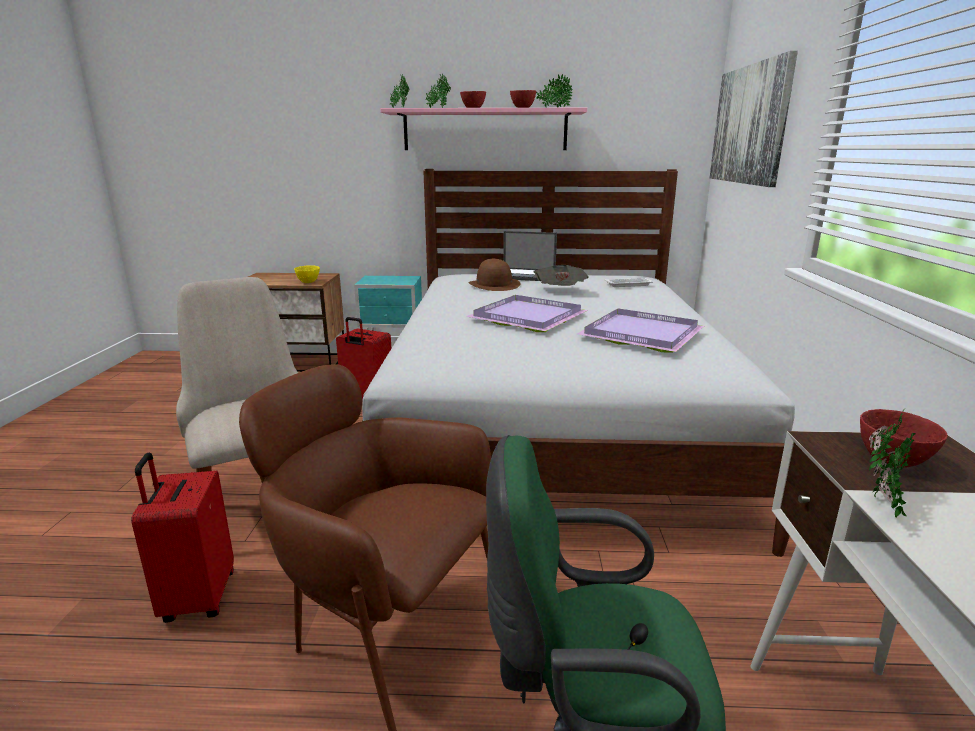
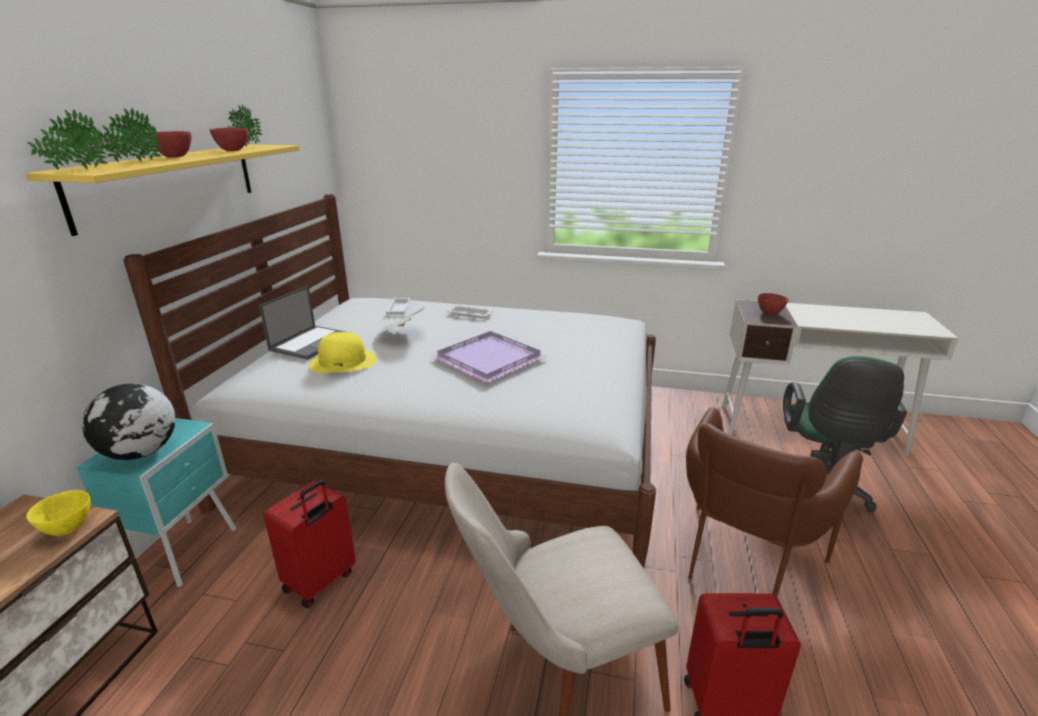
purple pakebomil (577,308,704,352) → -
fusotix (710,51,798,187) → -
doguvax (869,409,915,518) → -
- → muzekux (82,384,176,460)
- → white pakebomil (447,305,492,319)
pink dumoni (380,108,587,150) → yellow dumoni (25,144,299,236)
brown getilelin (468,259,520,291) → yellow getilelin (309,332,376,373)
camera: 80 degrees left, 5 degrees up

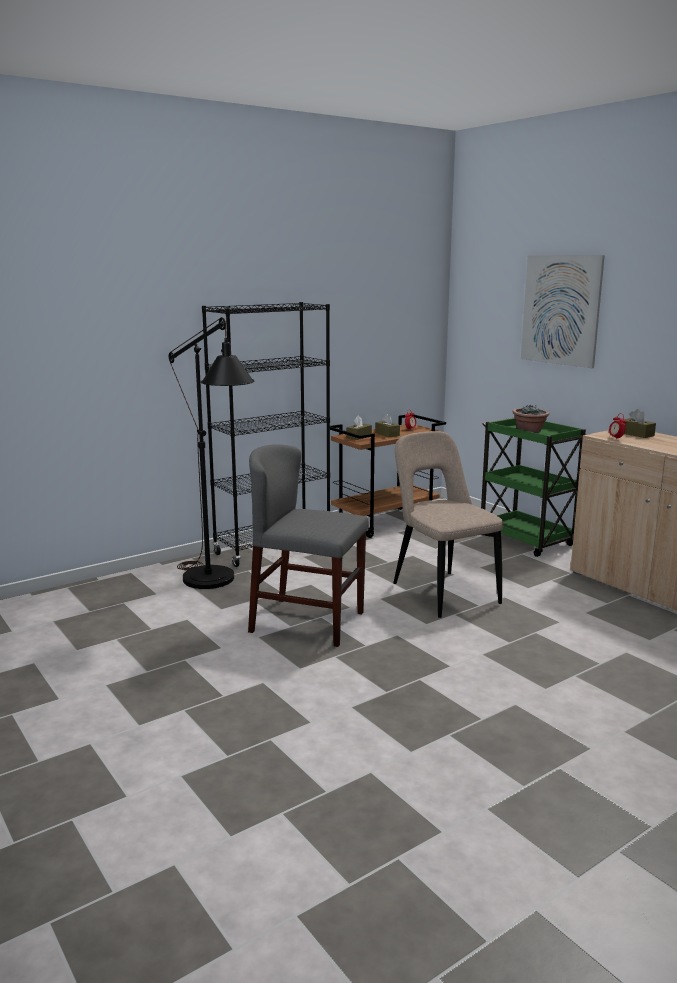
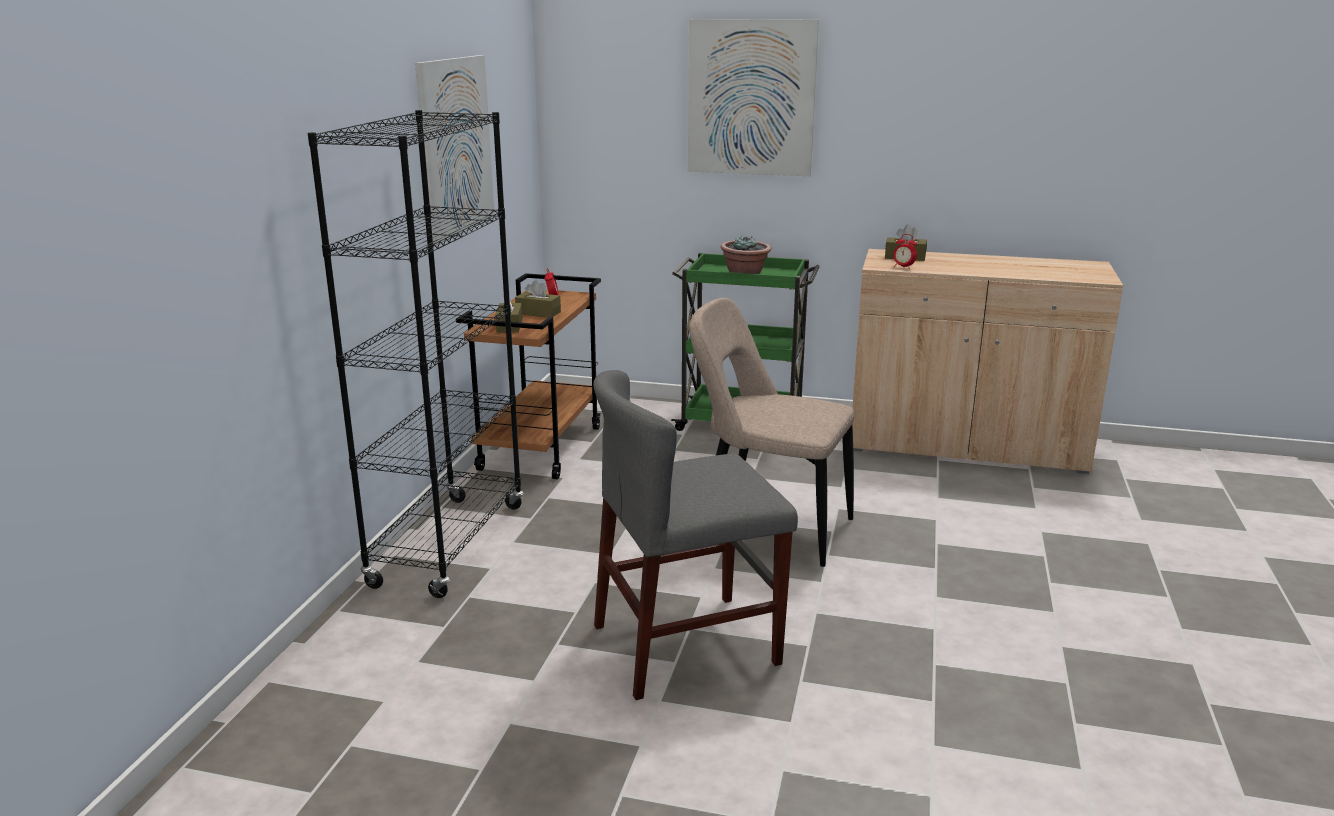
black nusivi (169,317,254,589) → -
- → fusotix (415,55,495,245)
camera: 40 degrees left, 5 degrees up

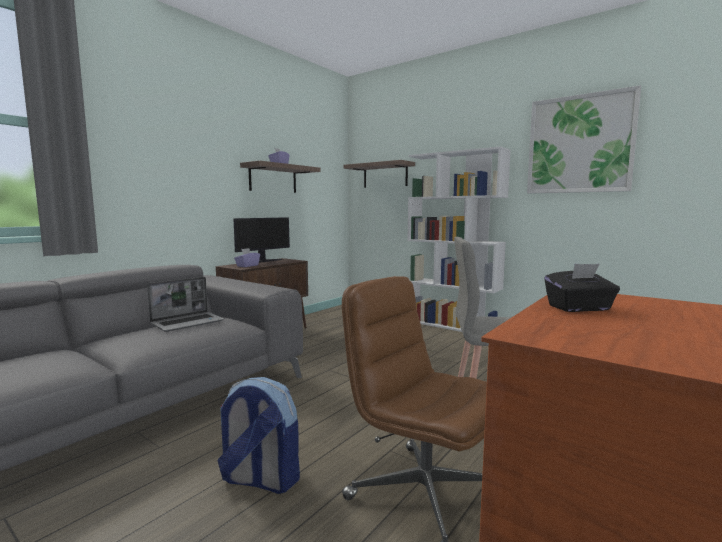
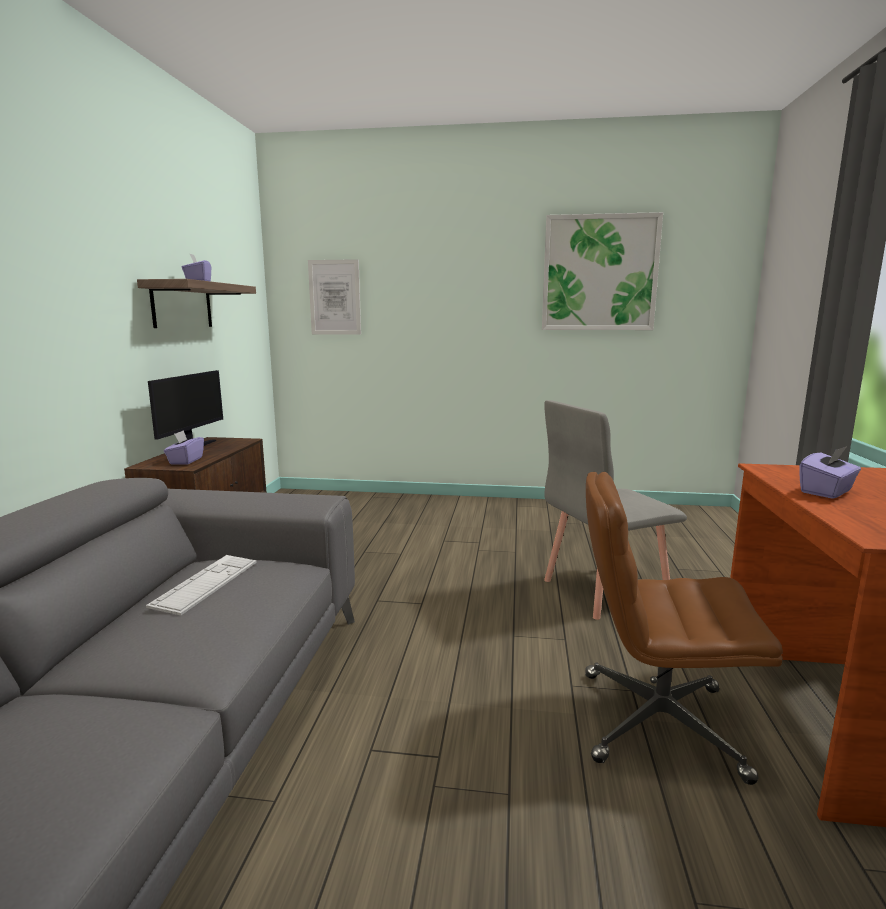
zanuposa (218,377,300,494) → -
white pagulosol (407,146,511,332) → -
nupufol (147,277,224,332) → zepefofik (146,555,257,615)
dumoni (343,160,415,188) → fusotix (308,259,361,335)
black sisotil (544,264,620,312) → purple sisotil (800,446,861,499)
camera: 30 degrees left, 5 degrees up

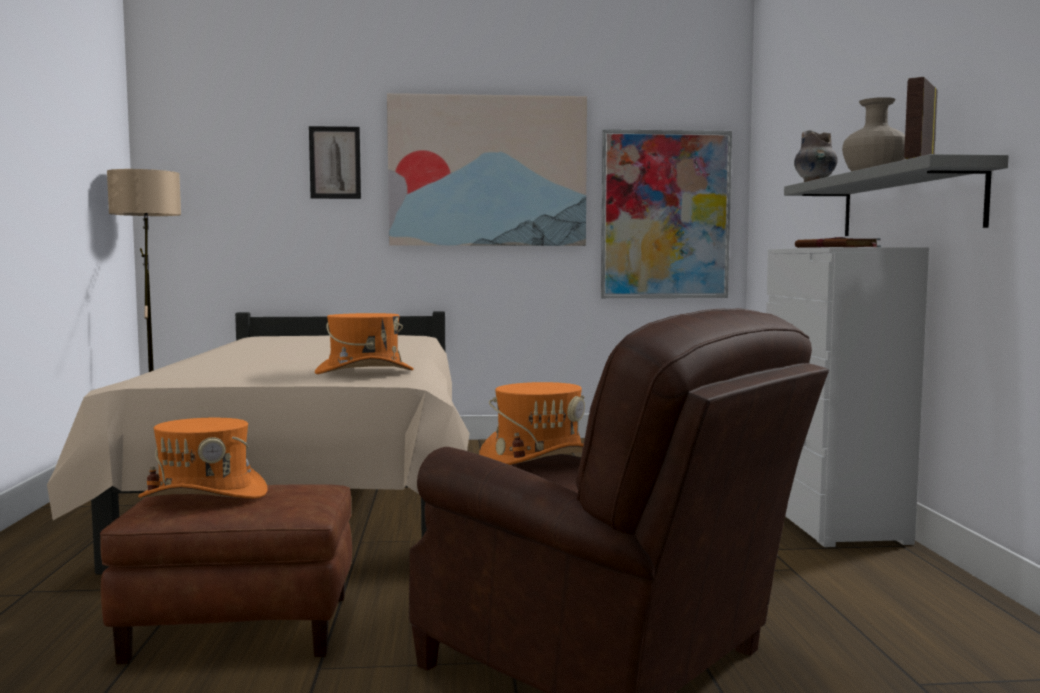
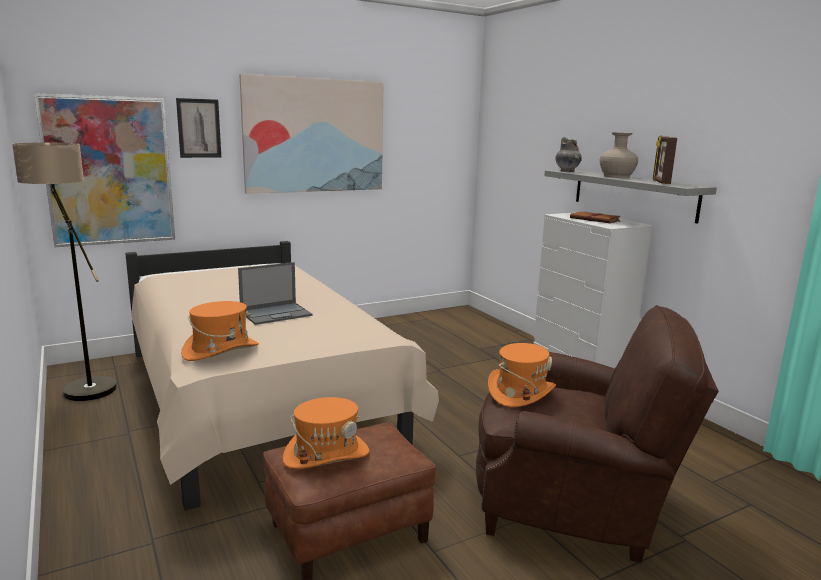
- → nupufol (238,262,312,325)
orange getilelin (315,313,413,374) → orange getilelin (181,301,259,361), move
fusotix (601,129,732,298) → fusotix (34,93,175,248), move
camera: 25 degrees left, 10 degrees up

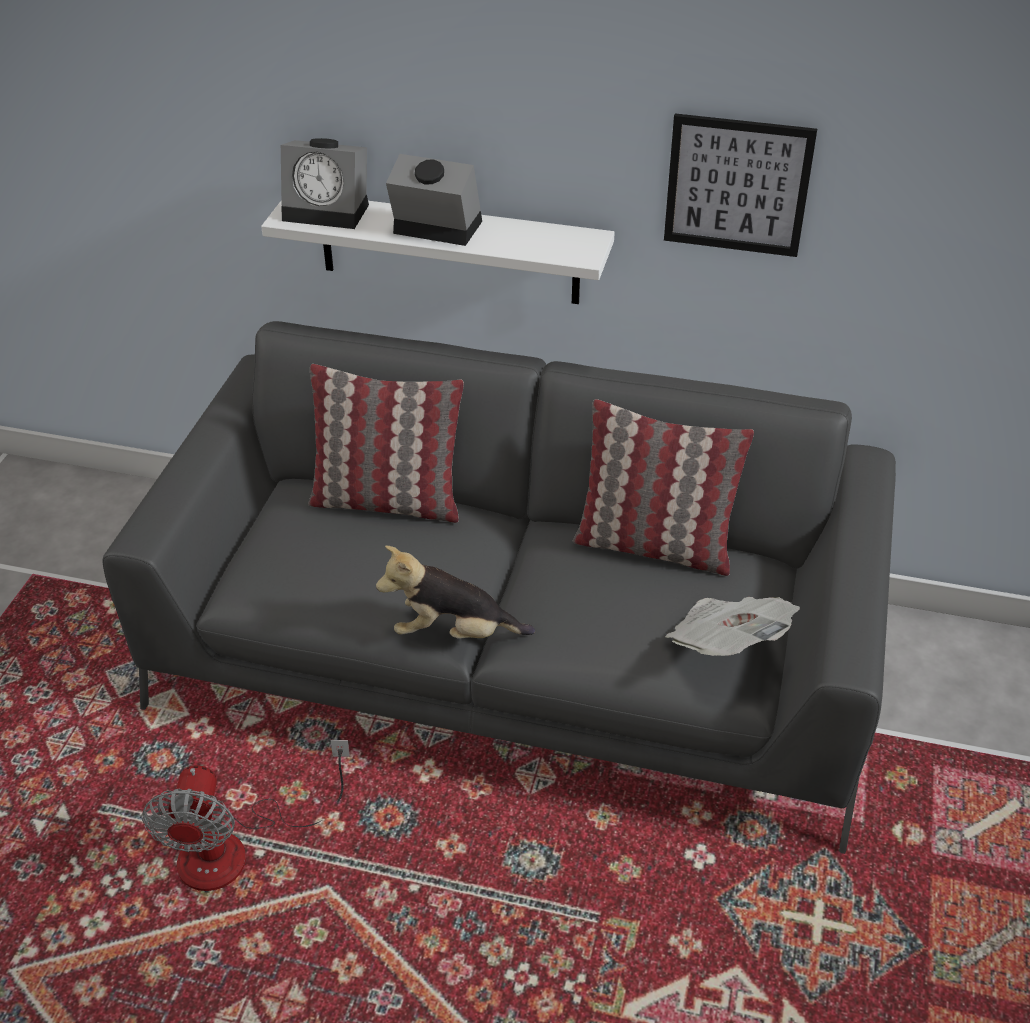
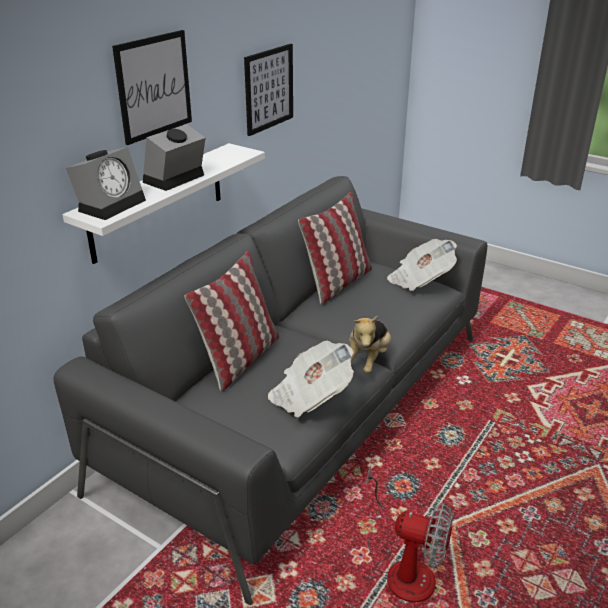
- → fusotix (112,30,192,145)
- → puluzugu (268,341,354,417)
camera: 70 degrees left, 10 degrees down

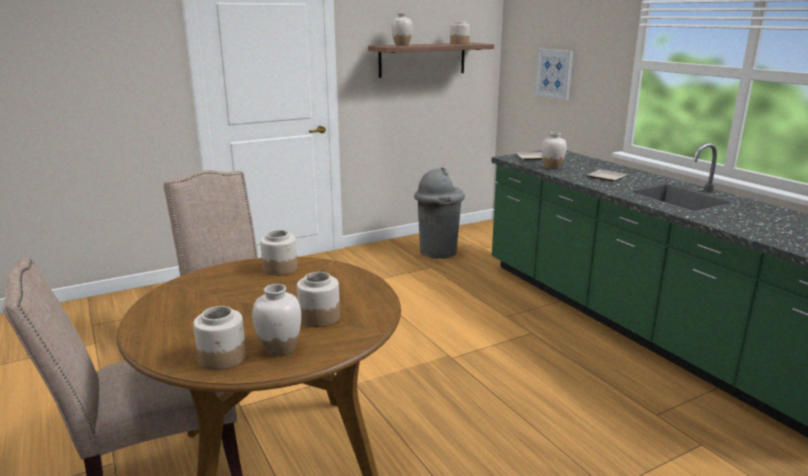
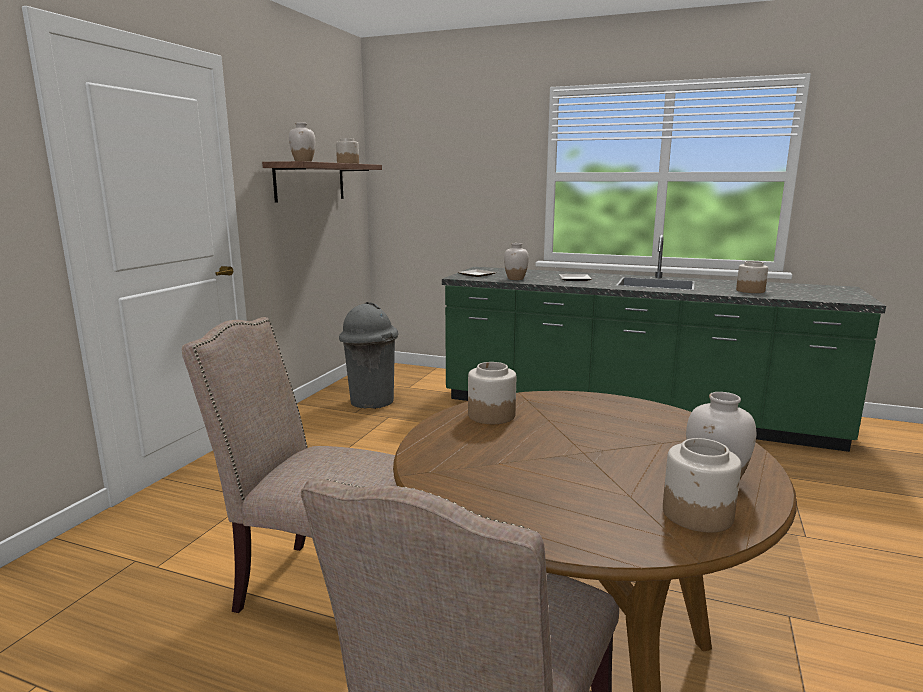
fusotix (535,49,573,100) → -
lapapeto (297,272,340,327) → lapapeto (736,261,768,293), move
camera: 40 degrees left, 5 degrees down

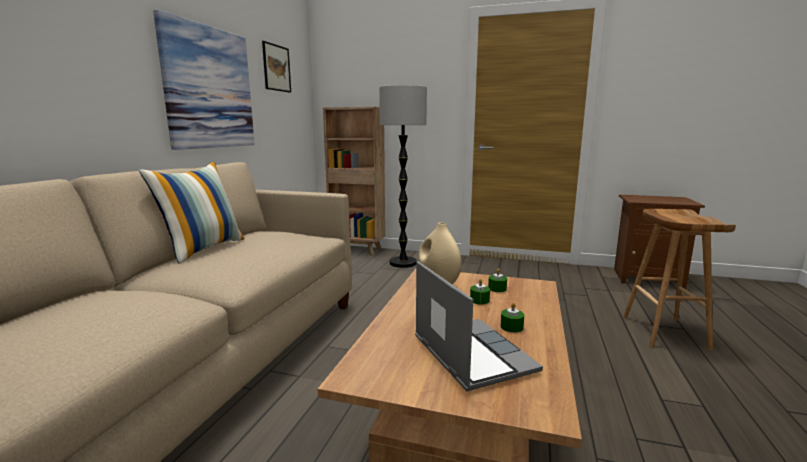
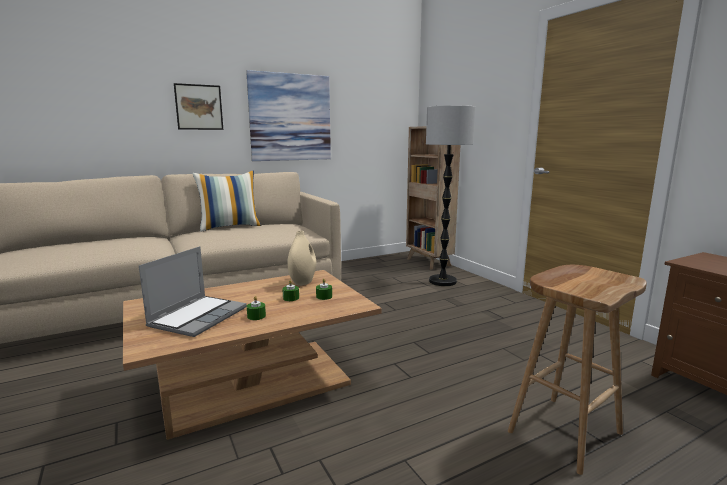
fusotix (262,41,291,92) → fusotix (174,83,223,130), move
camera: 45 degrees right, 0 degrees up

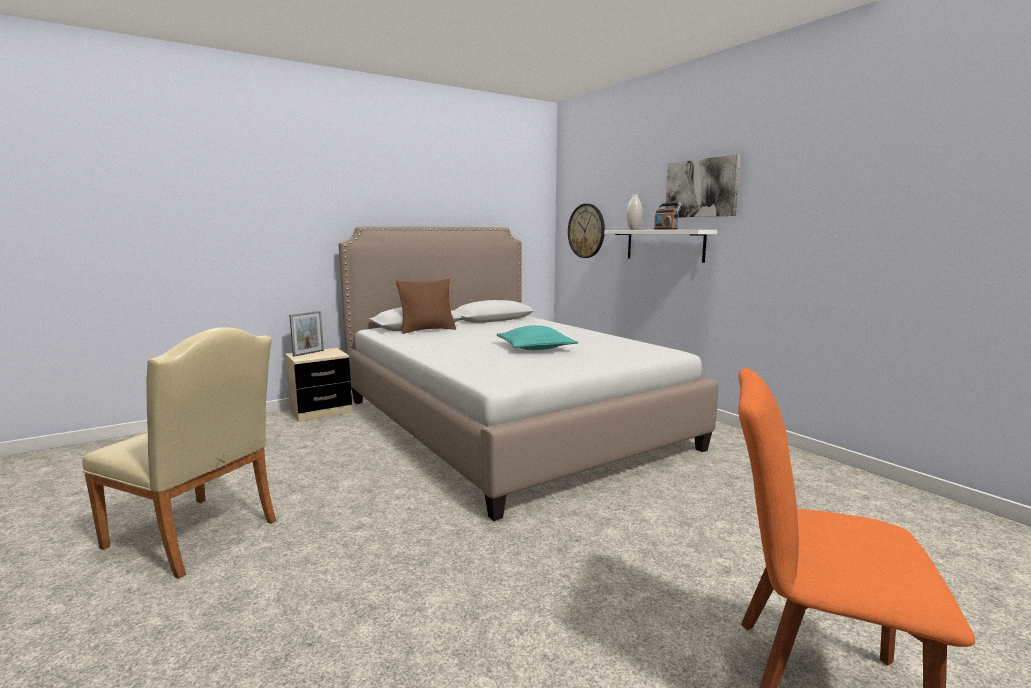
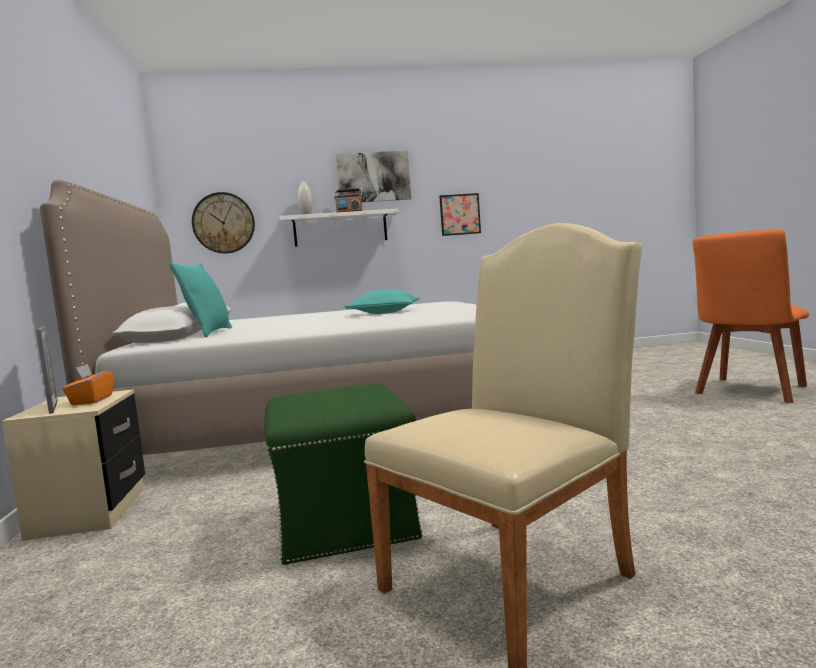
- → orange sisotil (63,364,114,405)
- → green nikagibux (264,384,422,565)
- → fusotix (439,193,481,236)
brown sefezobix (396,278,456,334) → turquoise sefezobix (169,262,232,337)
camera: 65 degrees left, 5 degrees down

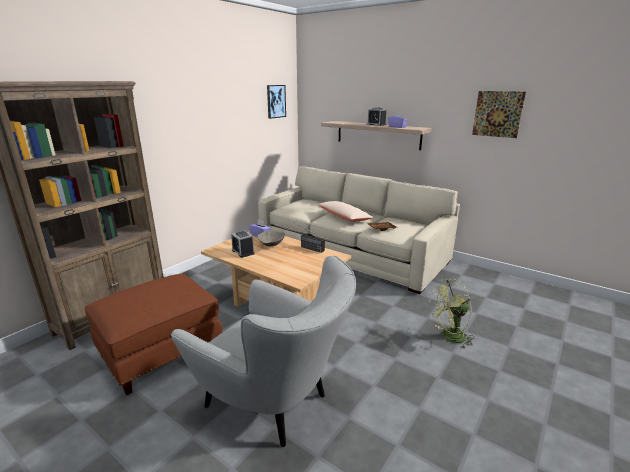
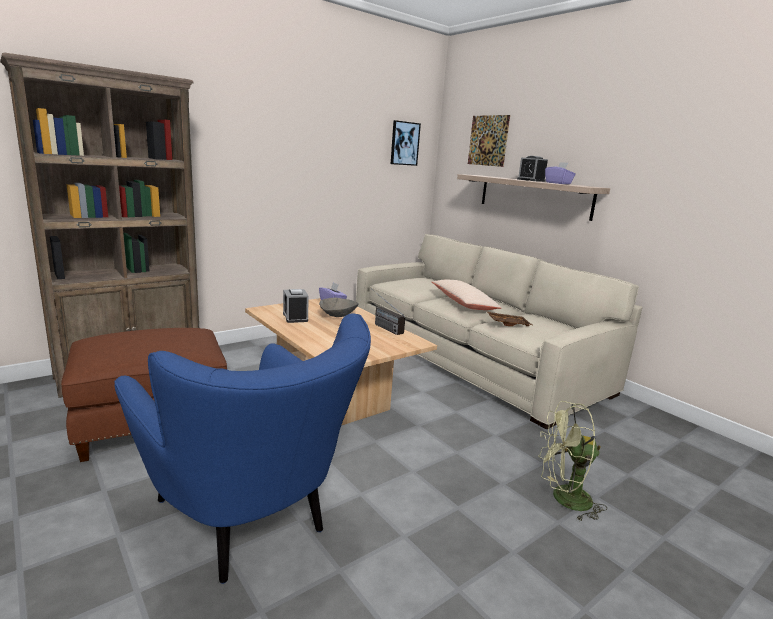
fusotix (472,91,526,138) → fusotix (468,115,510,167), move
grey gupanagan (171,256,356,447) → blue gupanagan (114,314,371,584)
camera: 15 degrees right, 5 degrees down

